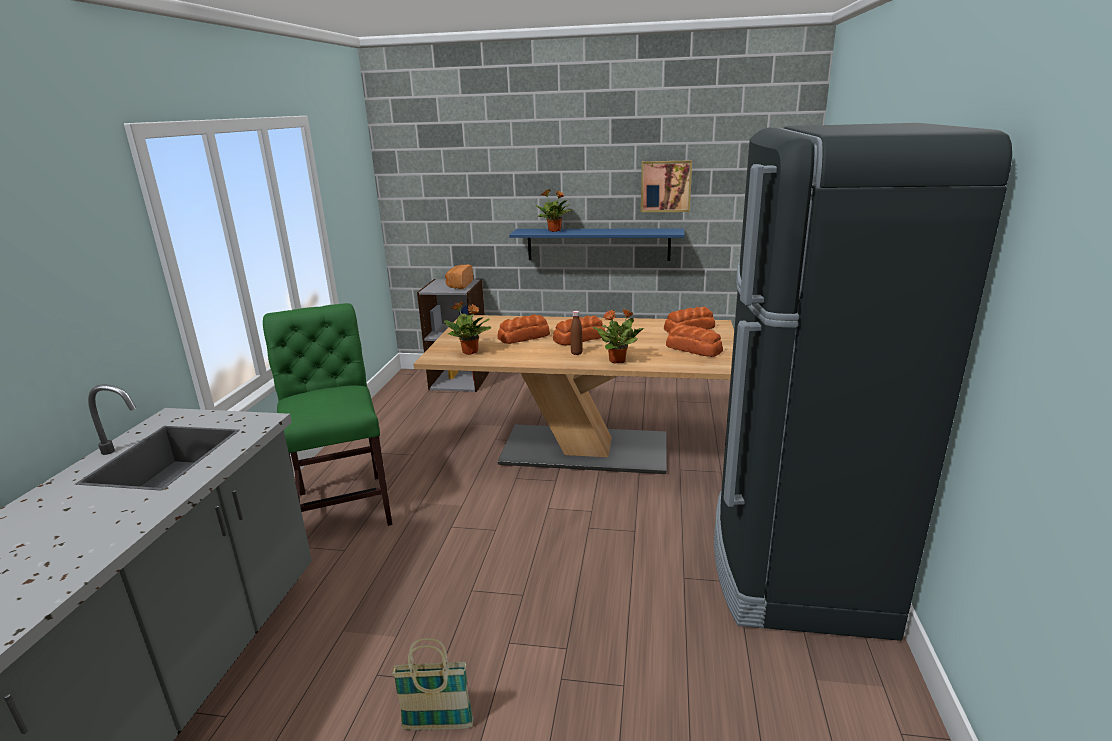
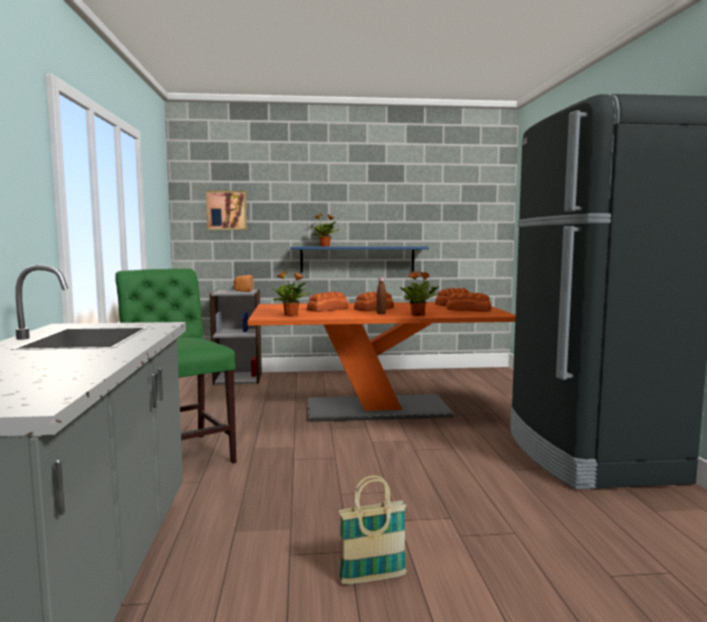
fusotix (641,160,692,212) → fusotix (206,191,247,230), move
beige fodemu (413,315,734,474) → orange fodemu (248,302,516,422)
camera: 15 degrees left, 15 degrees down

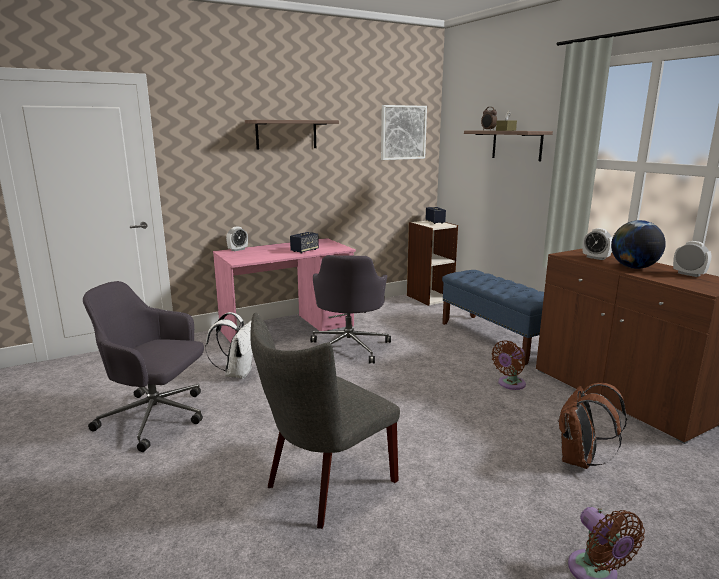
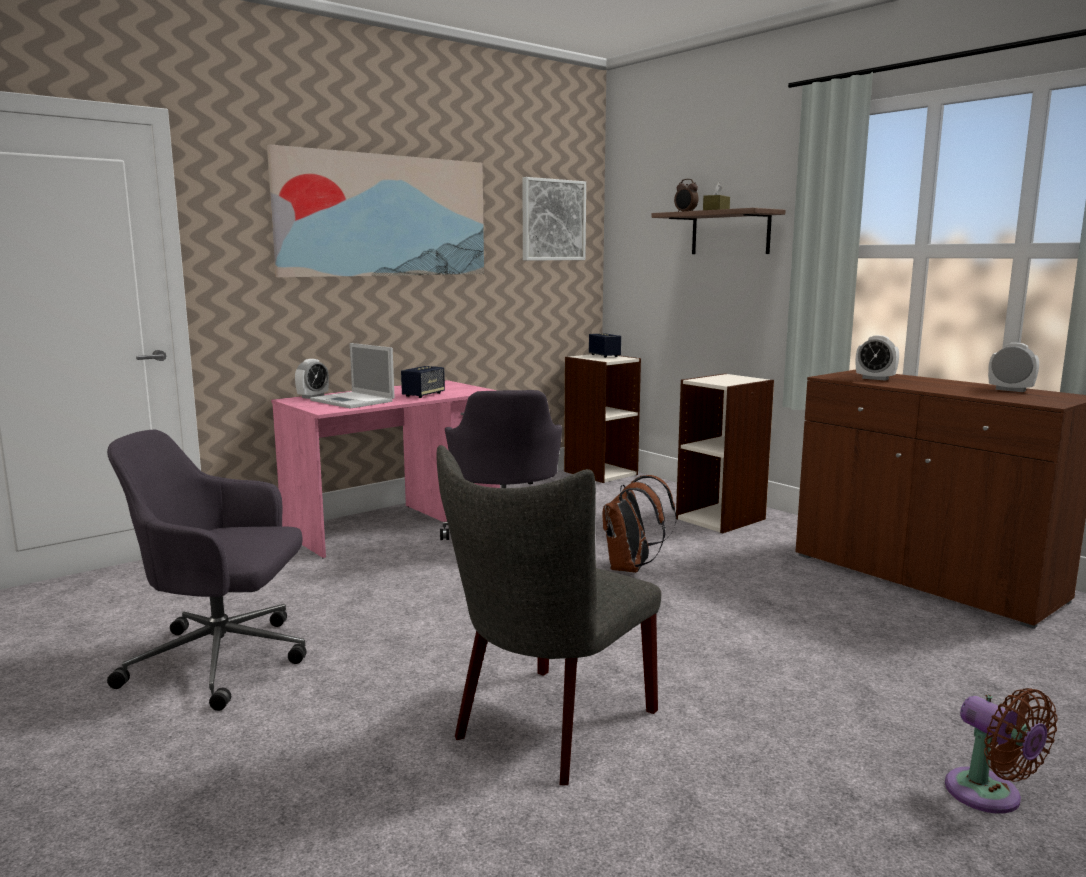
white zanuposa (205,312,253,379) → -
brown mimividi (491,340,526,390) → -
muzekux (611,220,666,269) → -
- → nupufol (310,343,395,409)
brown zanuposa (558,383,627,469) → brown zanuposa (602,475,676,573), move
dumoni (245,120,339,150) → fusotix (267,144,484,277)
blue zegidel (442,270,544,365) → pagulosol (676,373,774,533)
camera: 10 degrees left, 5 degrees down

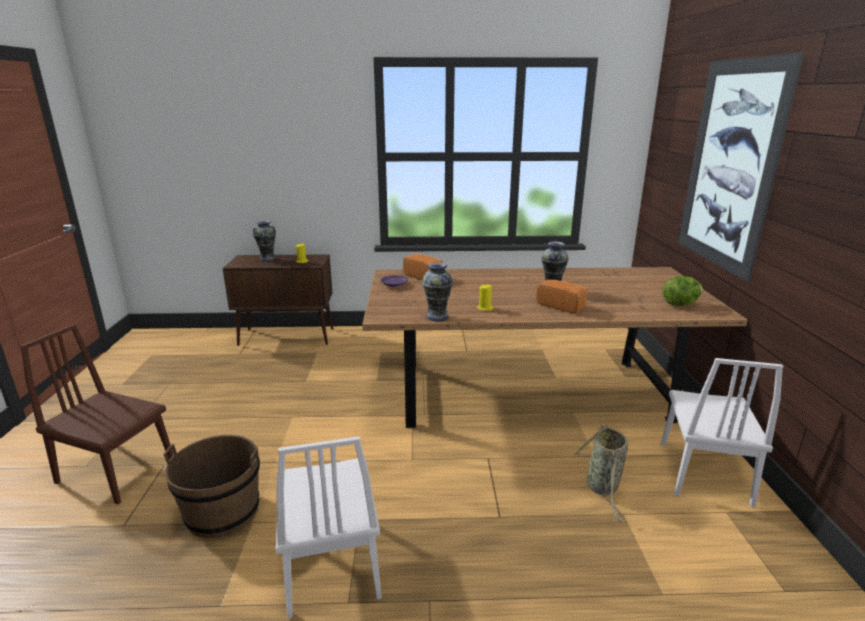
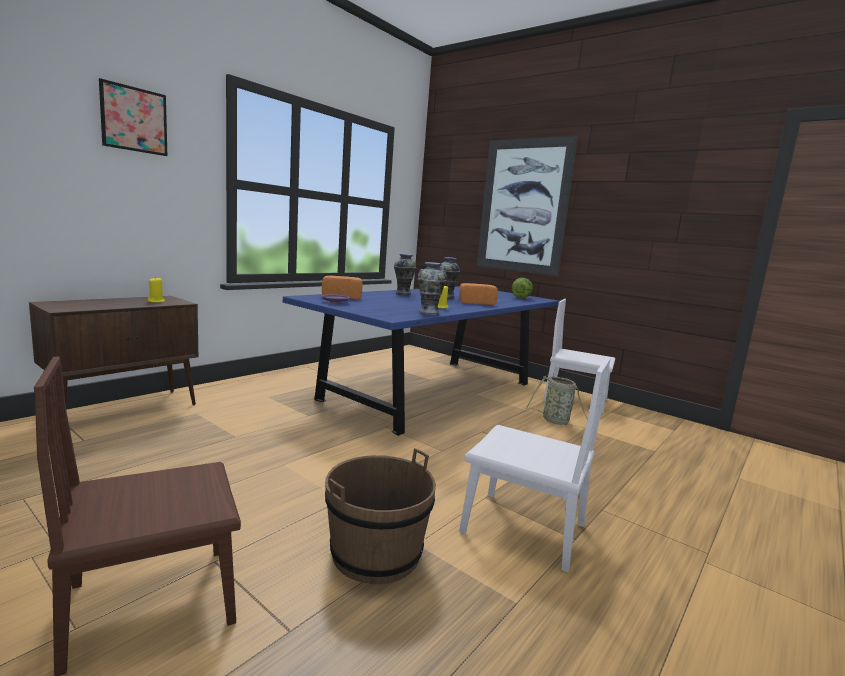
- → fusotix (99,78,167,156)
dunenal (253,220,276,262) → dunenal (394,254,416,295), move
brown fodemu (362,267,748,428) → blue fodemu (283,286,559,436)
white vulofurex (661,358,783,508) → white vulofurex (543,299,615,413), 150 degrees clockwise
camera: 50 degrees left, 10 degrees down

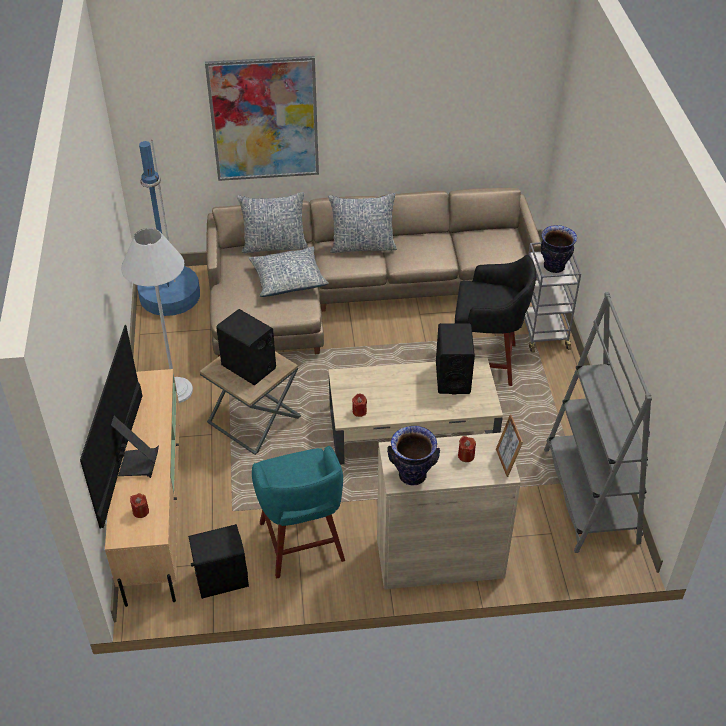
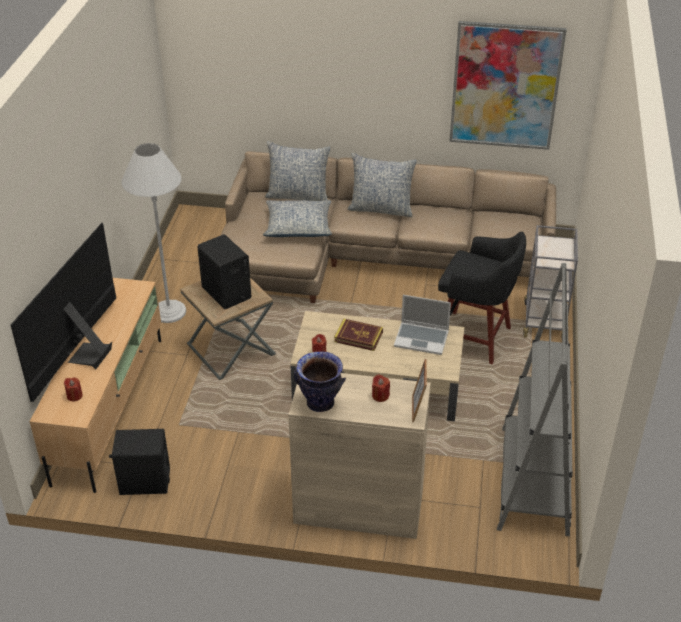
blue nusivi (137,140,200,316) → -
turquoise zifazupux (252,445,345,579) → -
dunenal (541,225,577,273) → -
- → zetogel (334,319,383,351)
fusotix (205,56,319,181) → fusotix (449,21,567,150), move
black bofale (436,323,475,394) → nupufol (394,295,451,355)
camera: 15 degrees right, 5 degrees down

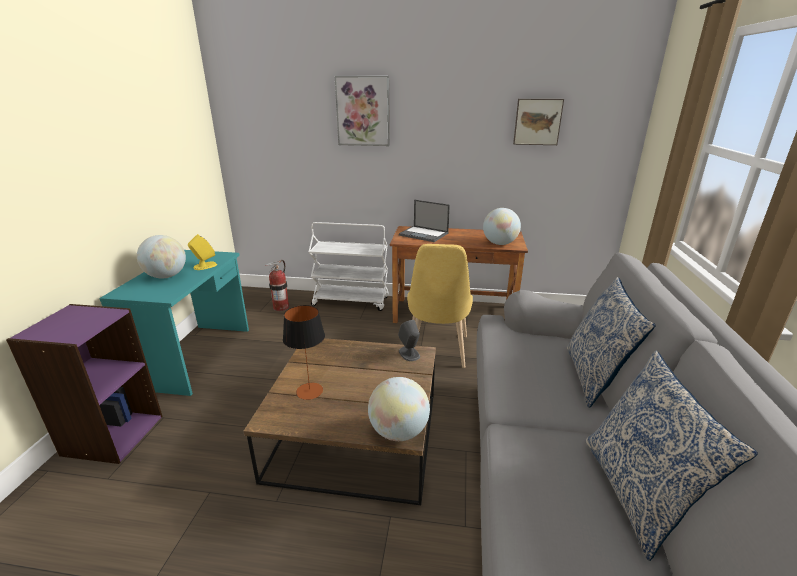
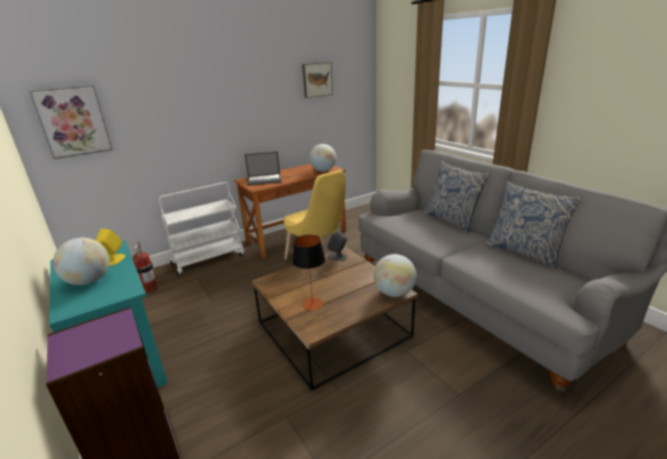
fusotix (335,76,390,146) → fusotix (29,85,113,159), move
camera: 40 degrees left, 0 degrees up

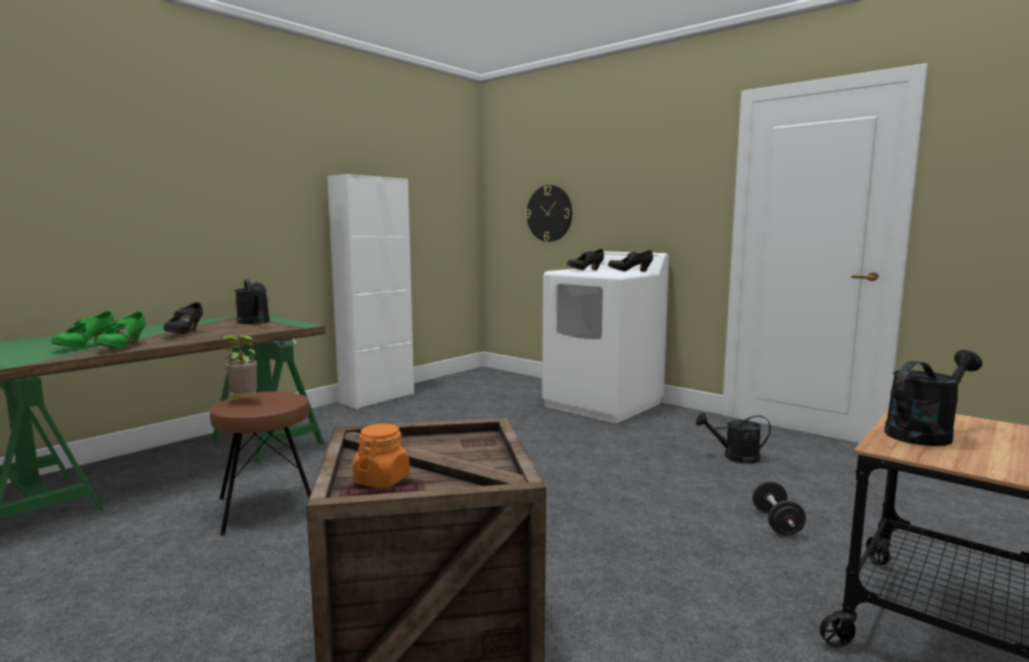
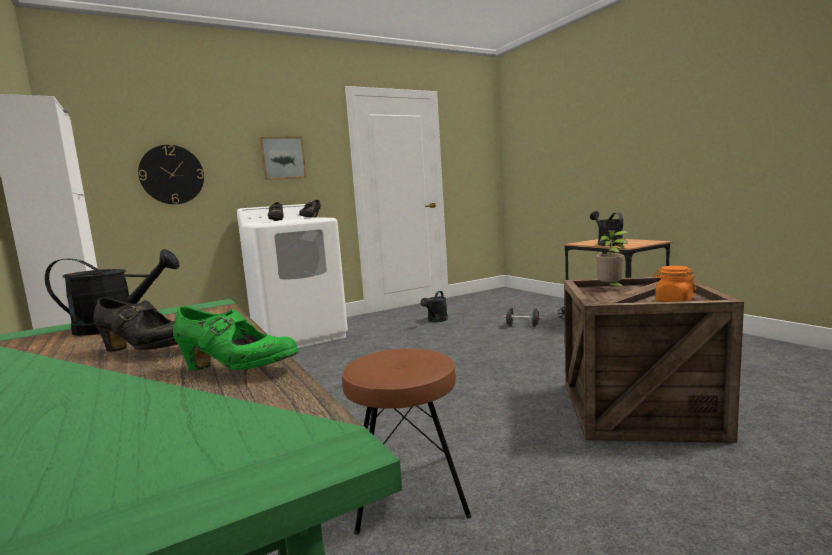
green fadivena (51,311,114,348) → -
- → fusotix (260,137,306,180)
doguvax (219,335,258,404) → doguvax (596,230,628,290), move
camera: 70 degrees left, 0 degrees up

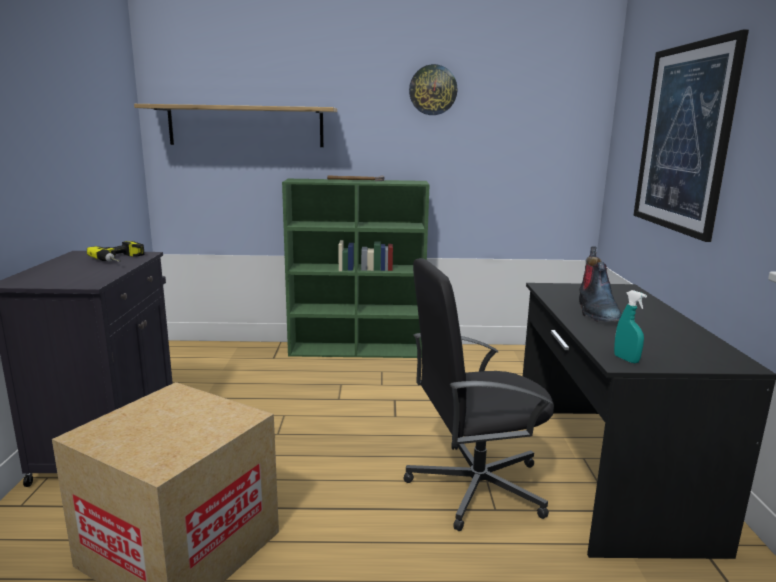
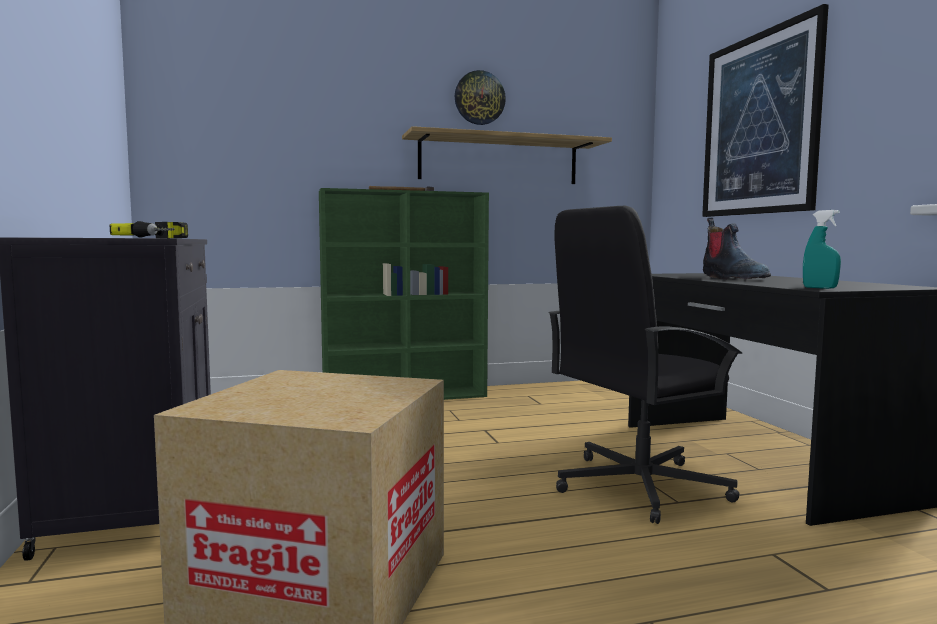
dumoni (134,104,337,147) → dumoni (402,126,612,184), move
camera: 15 degrees left, 10 degrees down

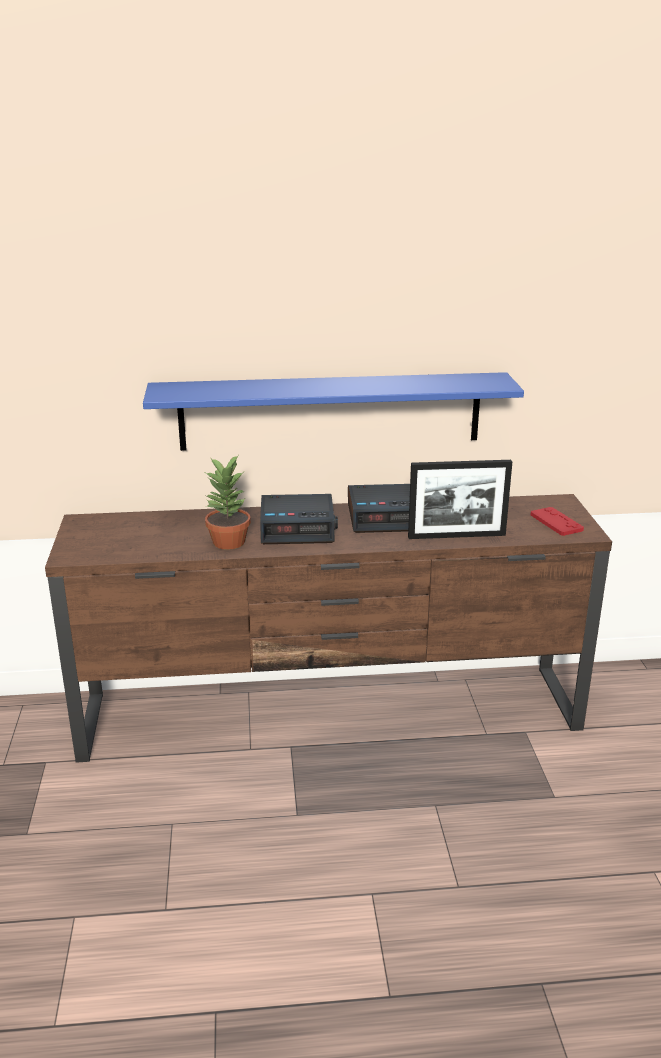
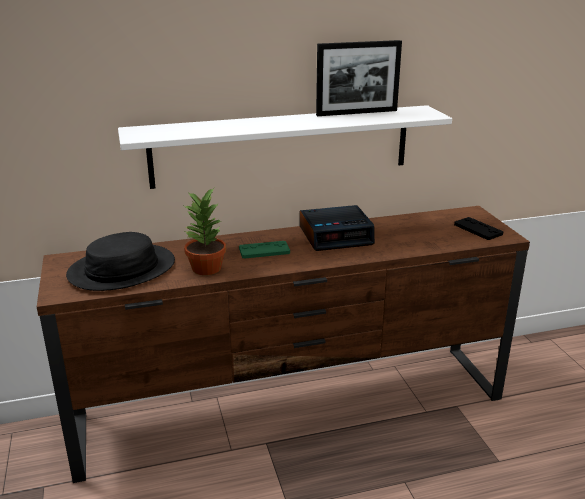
- → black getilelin (66,232,175,291)
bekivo (408,460,512,539) → bekivo (316,40,402,116), move
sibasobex (260,494,338,544) → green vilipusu (239,241,290,259)
blue dumoni (143,372,524,451) → white dumoni (118,105,452,189)
red vilipusu (530,507,584,536) → black vilipusu (454,217,503,240)
camera: 10 degrees left, 0 degrees up

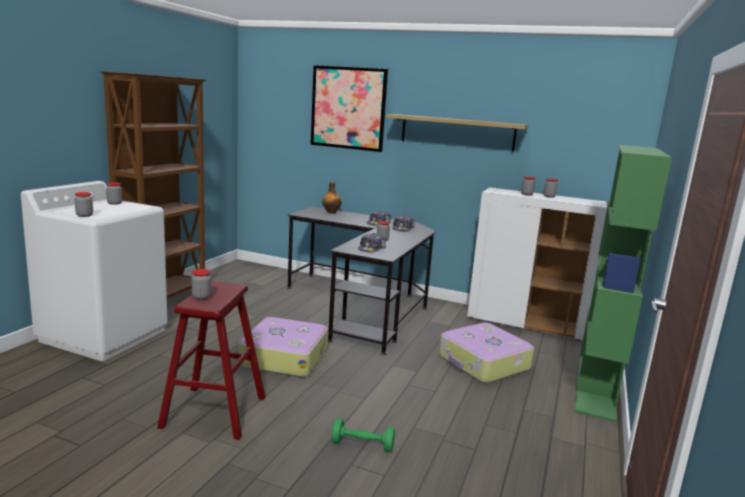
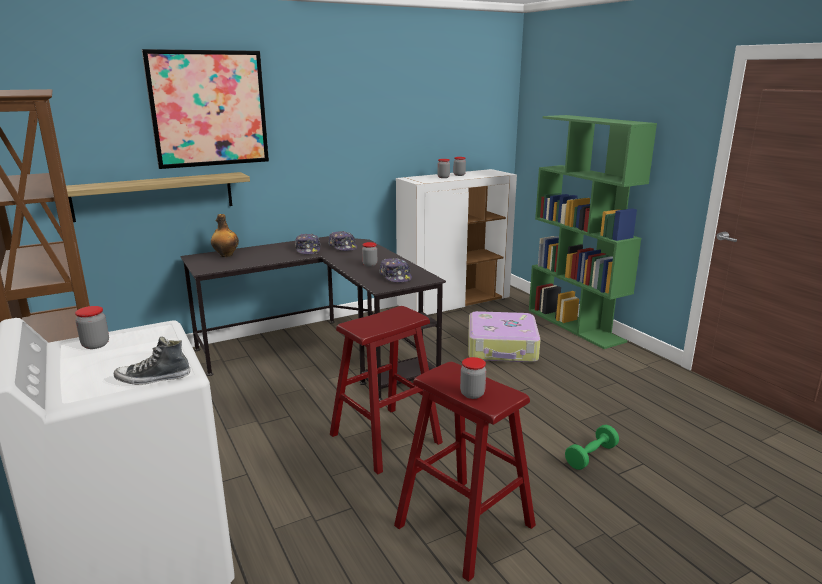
dumoni (386,114,528,152) → dumoni (66,172,250,222), move
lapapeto (75,192,93,217) → fadivena (114,337,190,385)
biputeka (239,317,328,377) → red zifazupux (330,306,443,474)
camera: 50 degrees left, 5 degrees up

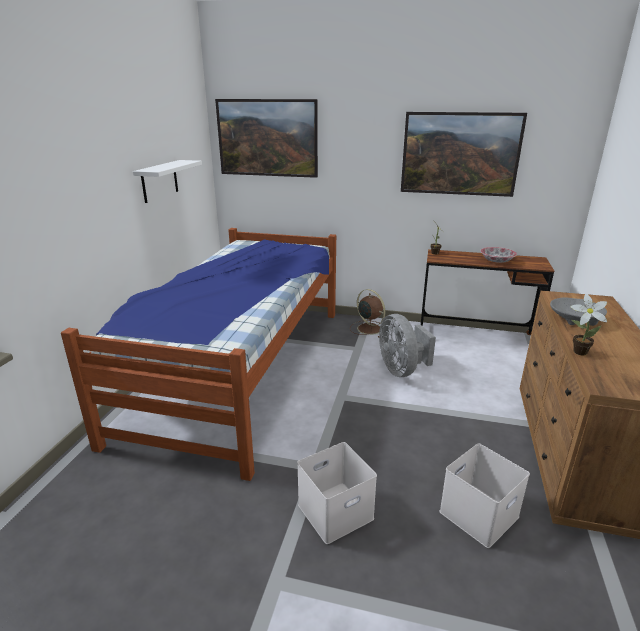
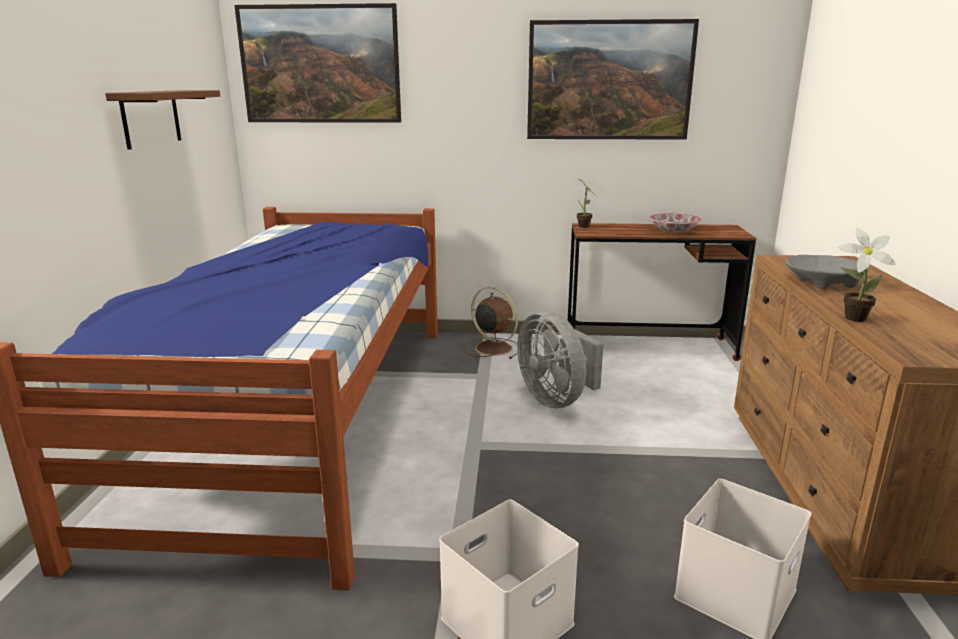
white dumoni (133,160,202,203) → brown dumoni (105,90,220,150)
camera: 10 degrees left, 5 degrees down

